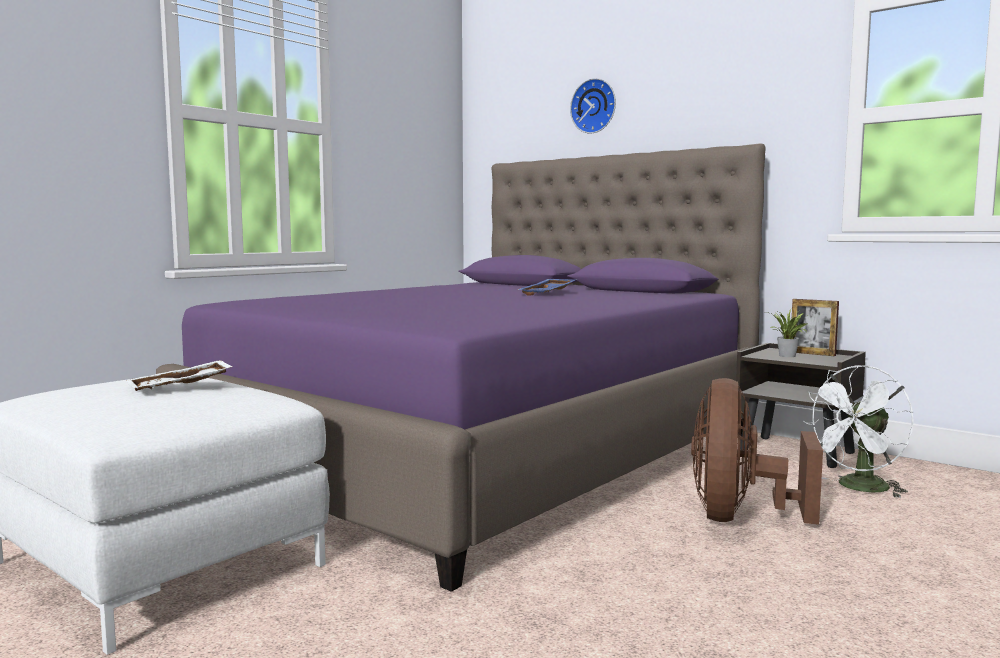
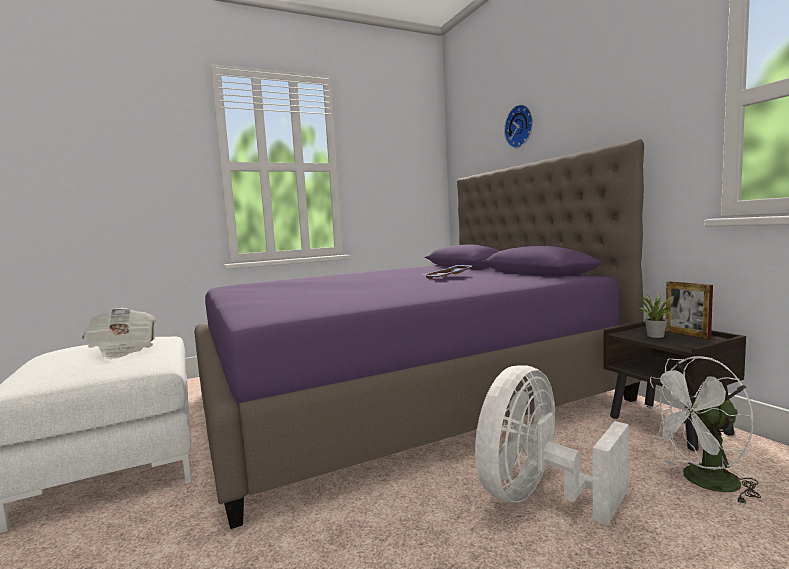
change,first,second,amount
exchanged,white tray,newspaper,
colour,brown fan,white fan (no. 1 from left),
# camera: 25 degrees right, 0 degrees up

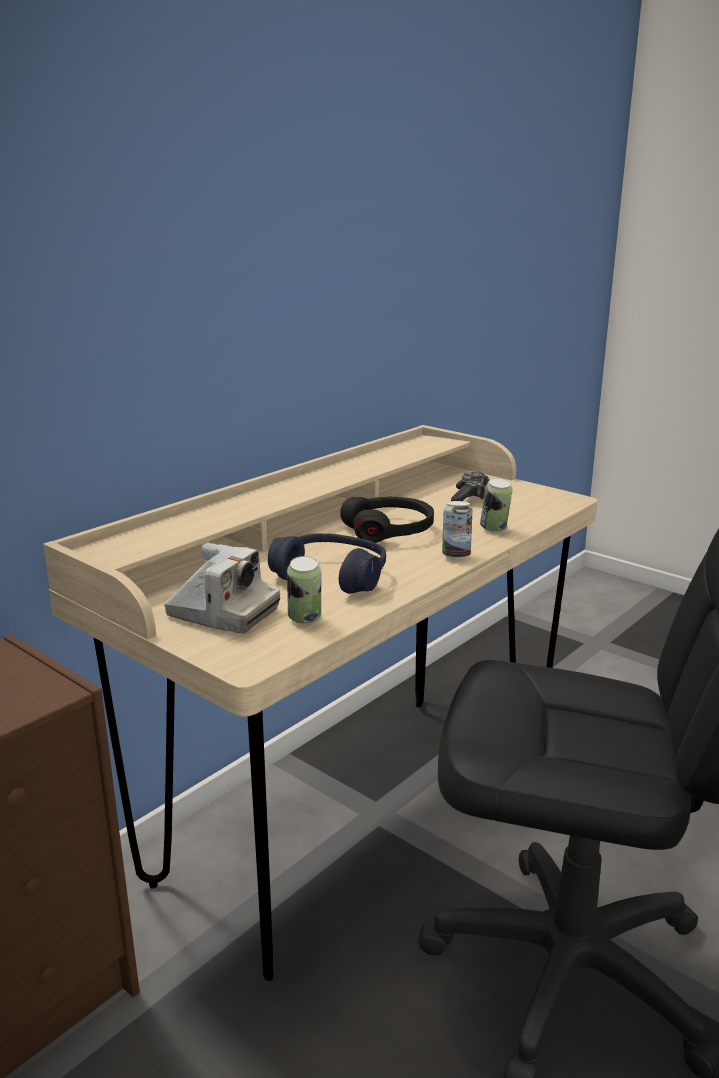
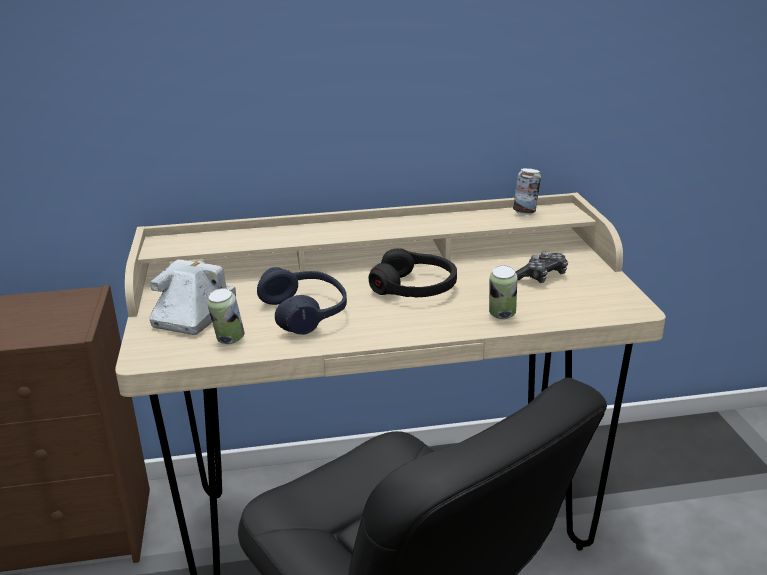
change,first,second,amount
spun,photo camera,,135 degrees counterclockwise
relocated,can (no. 2 from left in the first image),can (no. 3 from left),
# camera: 40 degrees right, 5 degrees up

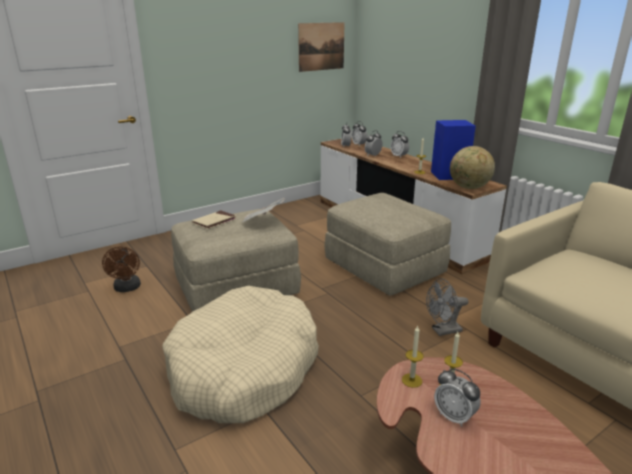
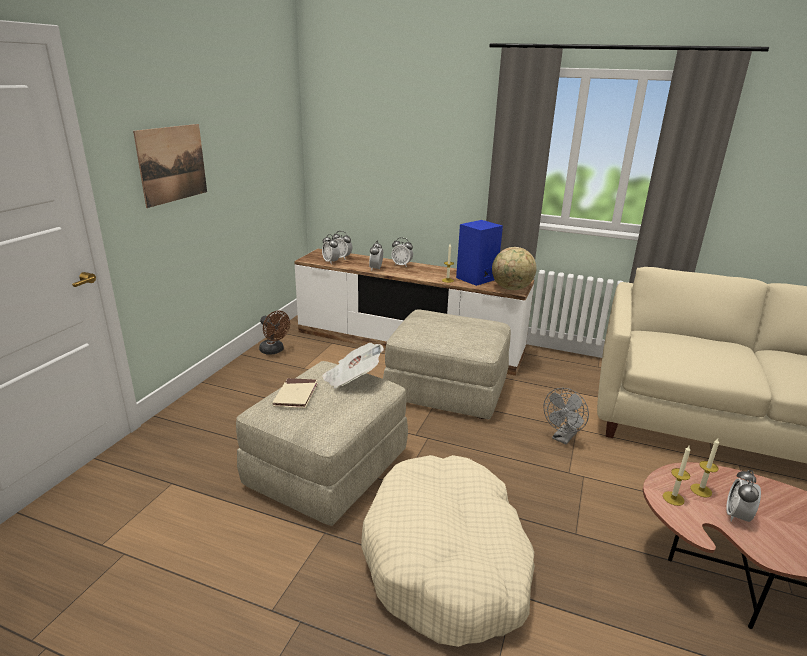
change,first,second,amount
relocated,brown fan,,
relocated,picture,,
spun,alarm clock (no. 5 from left),,105 degrees clockwise
# camera: 35 degrees left, 0 degrees up

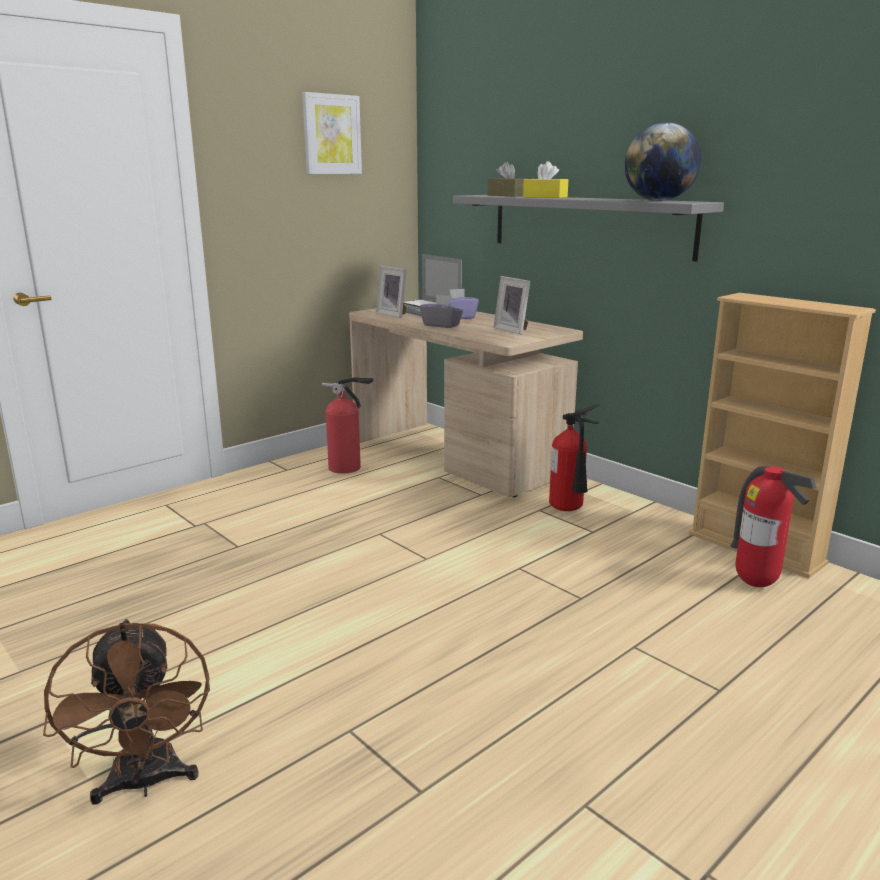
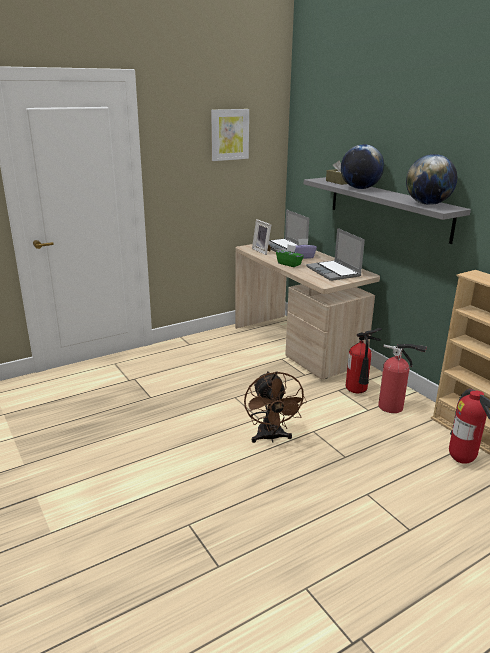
change,first,second,amount
relocated,brown fan,,
relocated,fire extinguisher (no. 1 from left in the first image),fire extinguisher (no. 2 from left),
colour,grey tissue box,green tissue box,
exchanged,picture frame (no. 2 from left),laptop (no. 2 from left),
exchanged,yellow tissue box,globe (no. 1 from left),
# camera: 10 degrees right, 5 degrees up

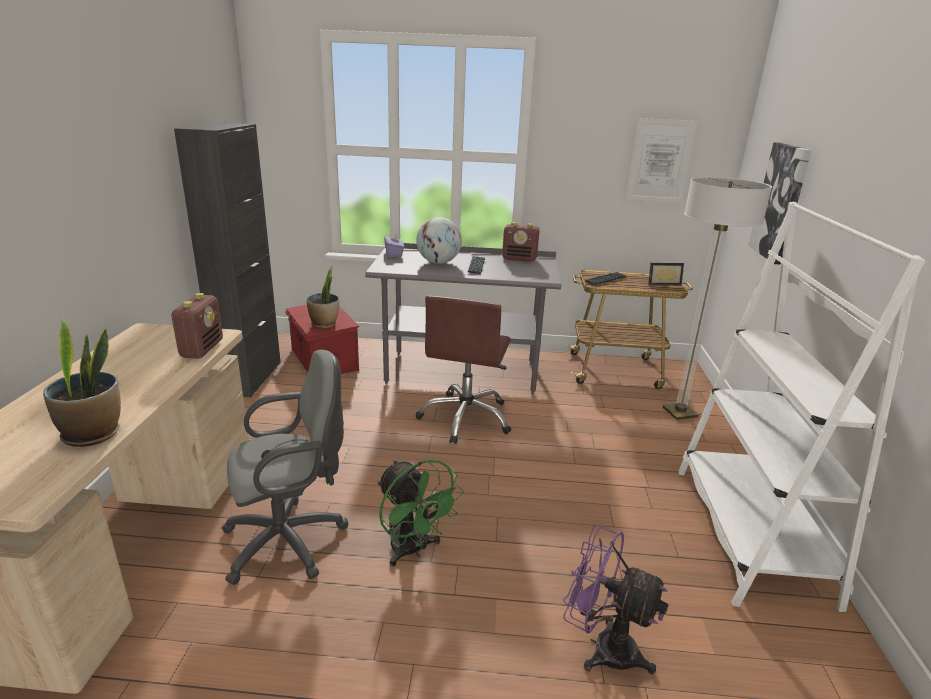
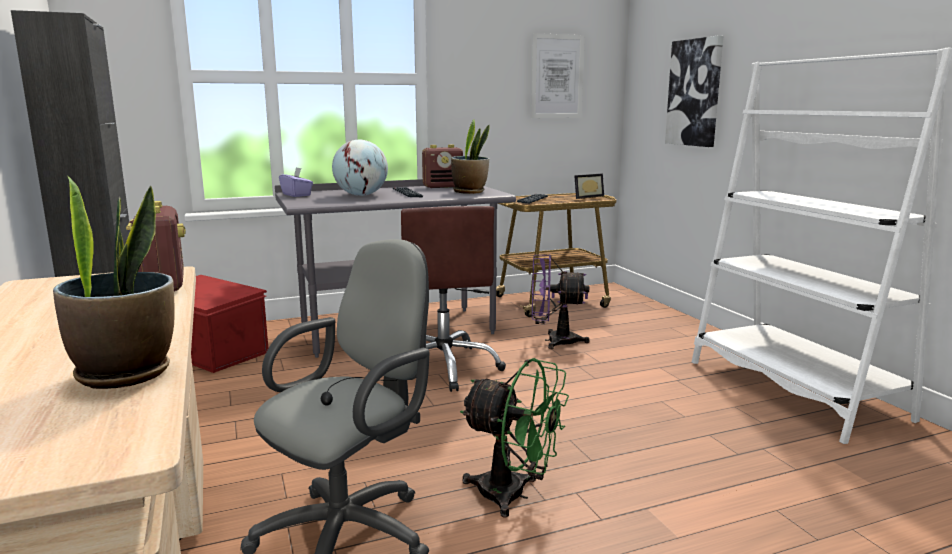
change,first,second,amount
relocated,potted plant (no. 2 from left),,
relocated,purple fan,,
missing,floor lamp,,
# camera: 25 degrees left, 10 degrees down

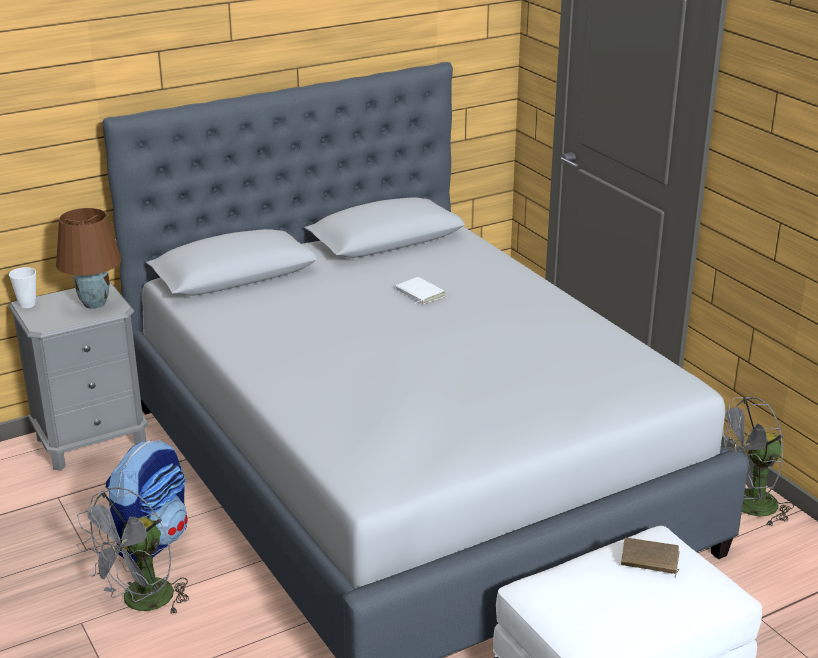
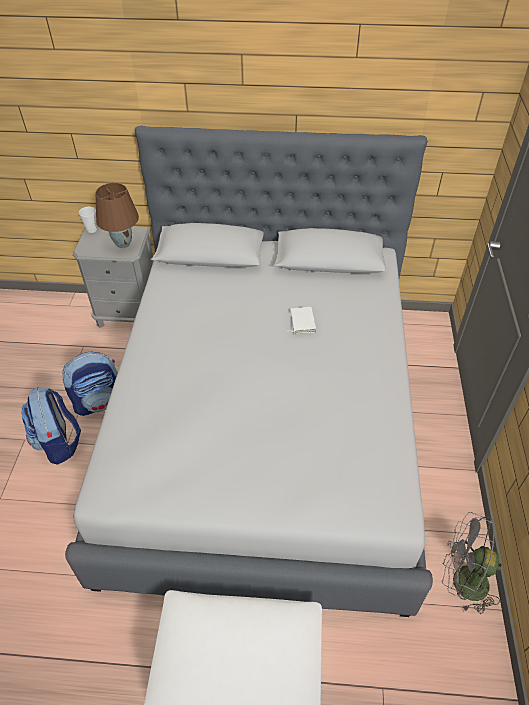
change,first,second,amount
exchanged,grey fan (no. 1 from left),backpack (no. 1 from left),
missing,brown book,,
# camera: 35 degrees right, 20 degrees up

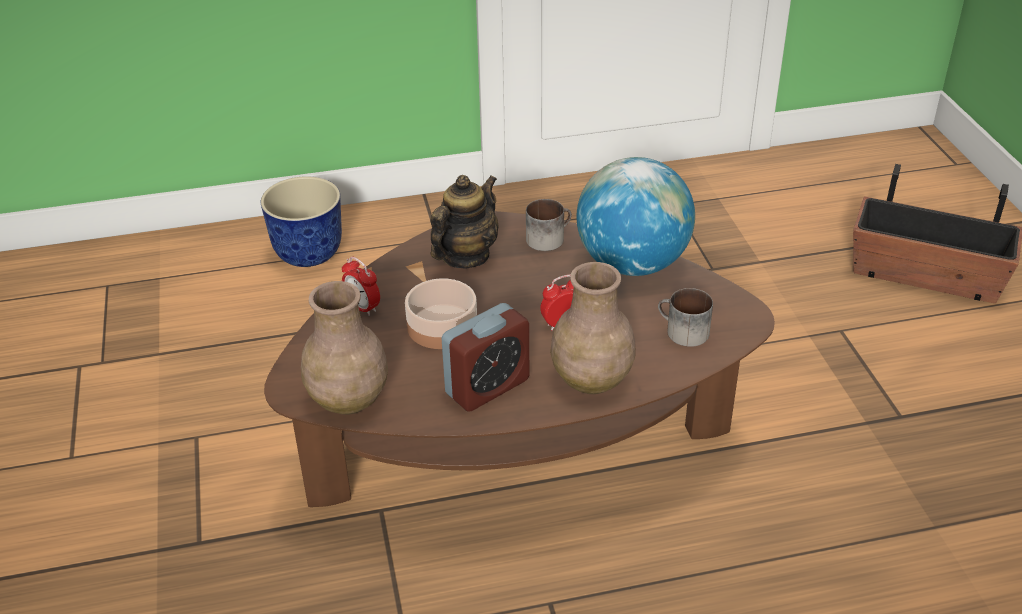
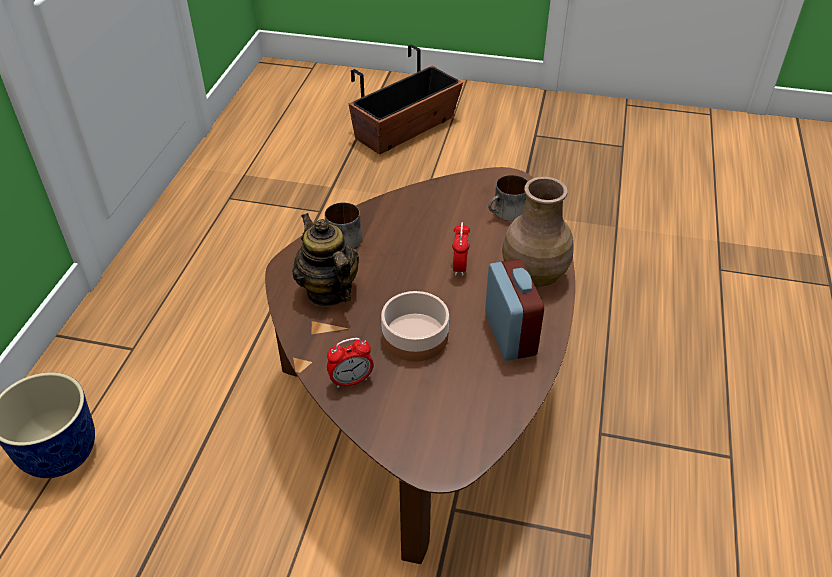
change,first,second,amount
missing,brown vase (no. 1 from left),,
missing,globe,,
# camera: 65 degrees left, 5 degrees up

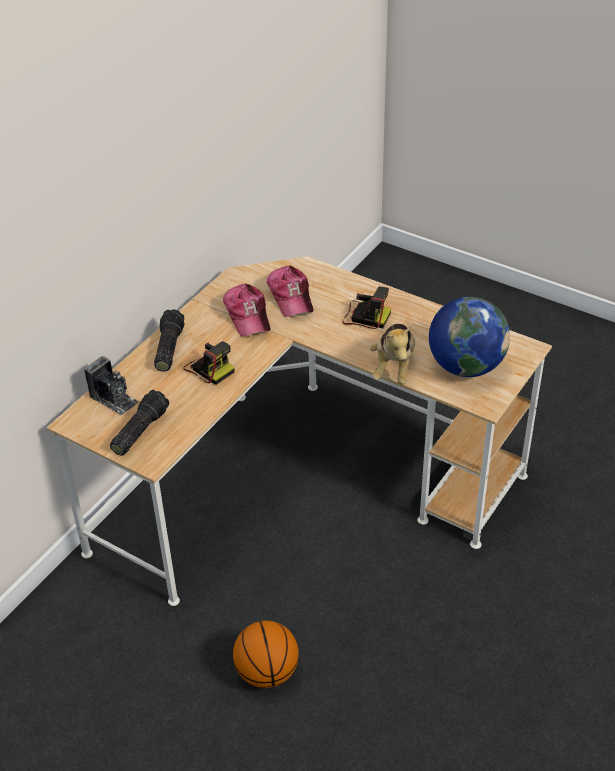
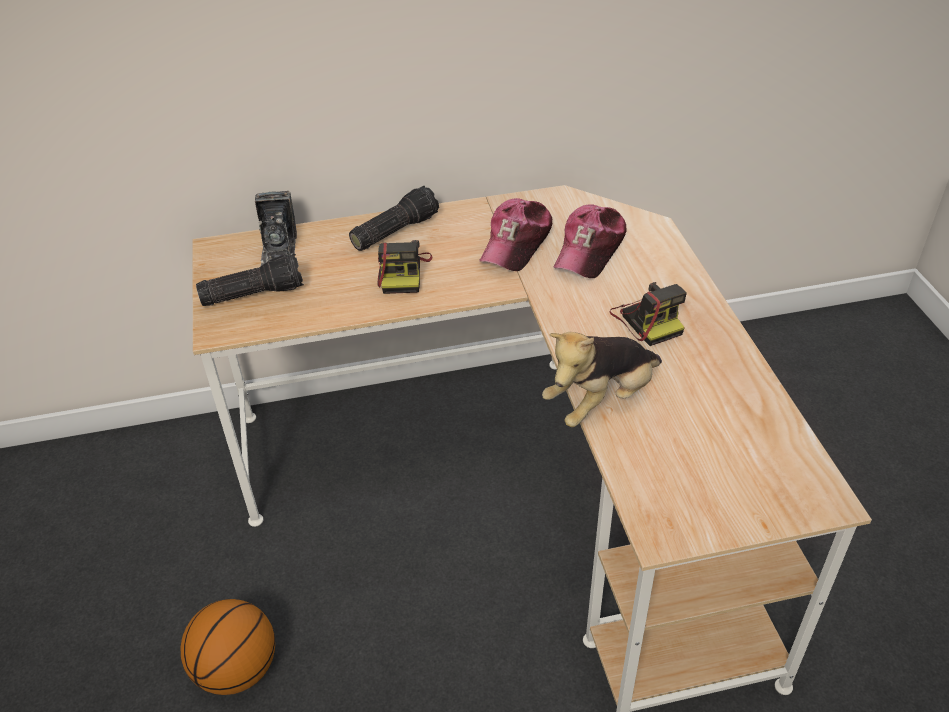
change,first,second,amount
missing,globe,,
# camera: 45 degrees right, 0 degrees up

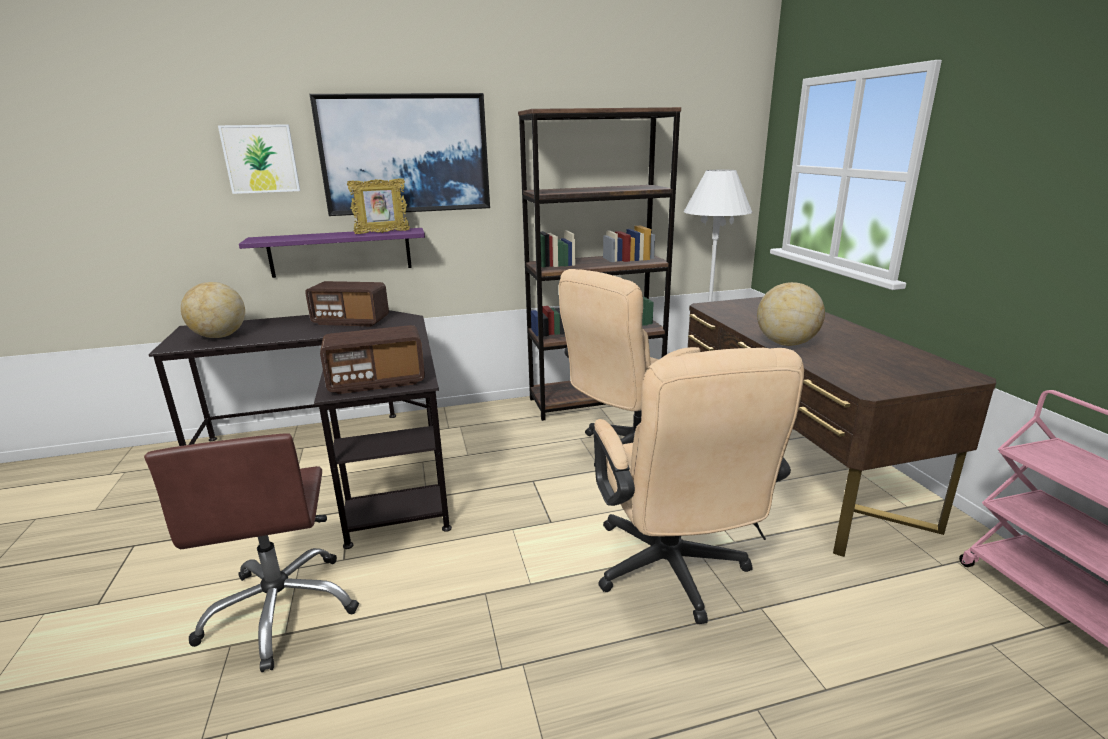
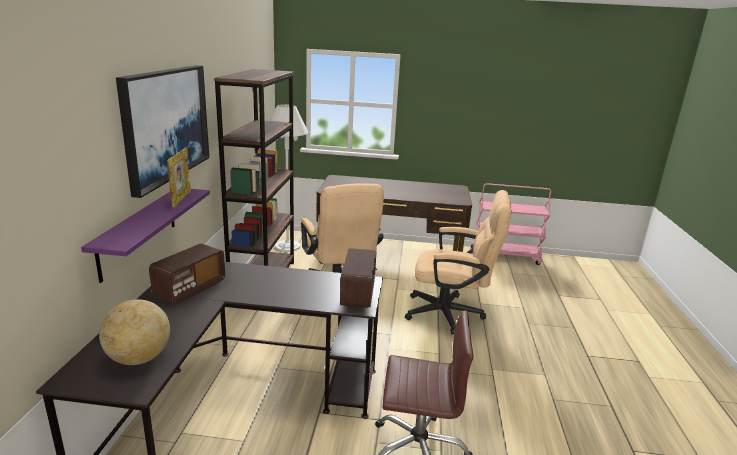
change,first,second,amount
missing,picture (no. 1 from left),,
missing,globe (no. 2 from left),,
# camera: 70 degrees left, 0 degrees up

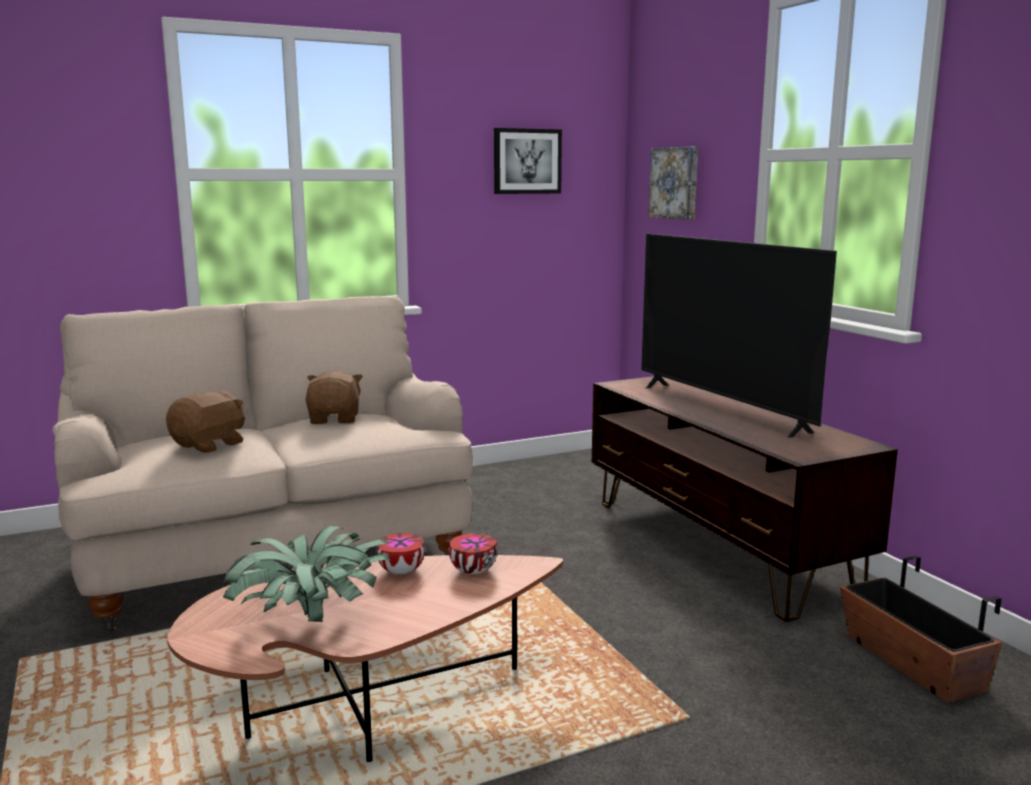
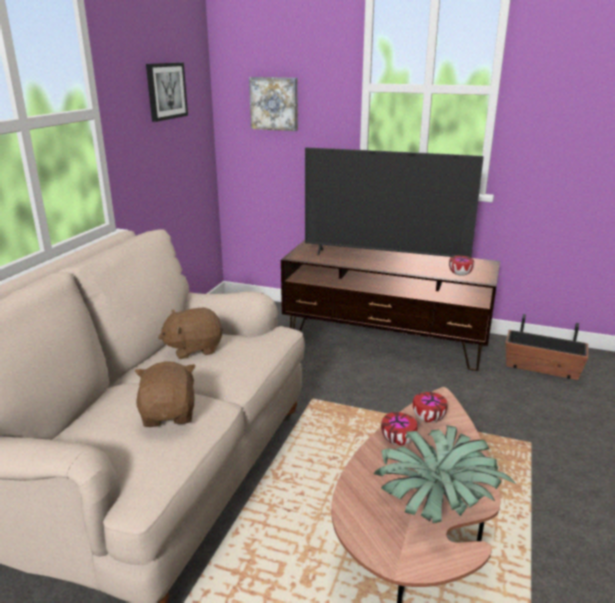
change,first,second,amount
spun,brown plush toy (no. 2 from left),,60 degrees counterclockwise
appeared,,bowl (no. 3 from left),
# camera: 45 degrees left, 10 degrees up

